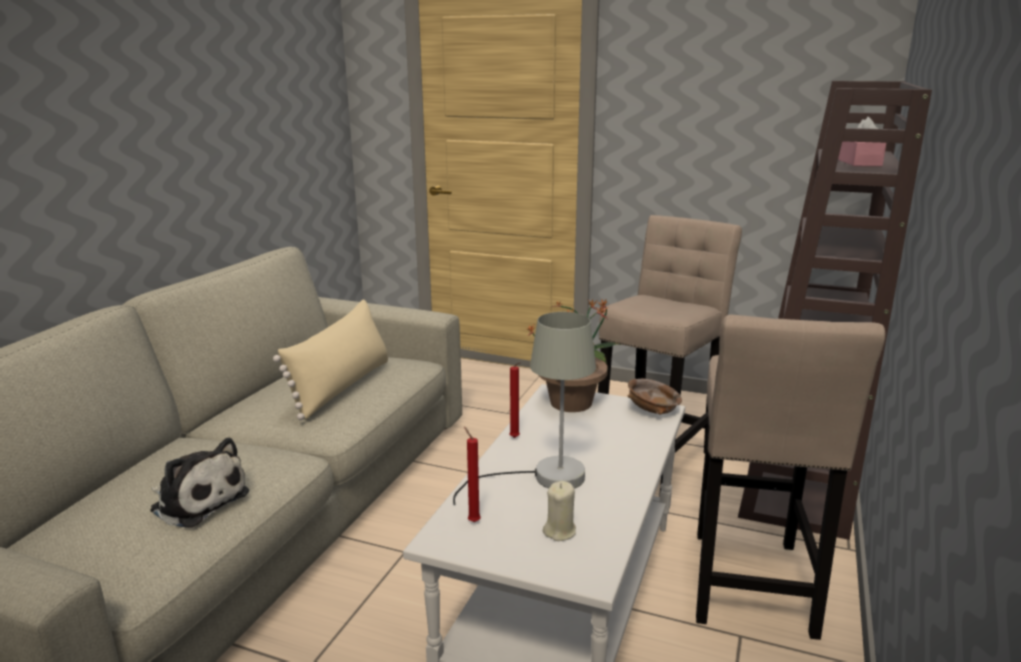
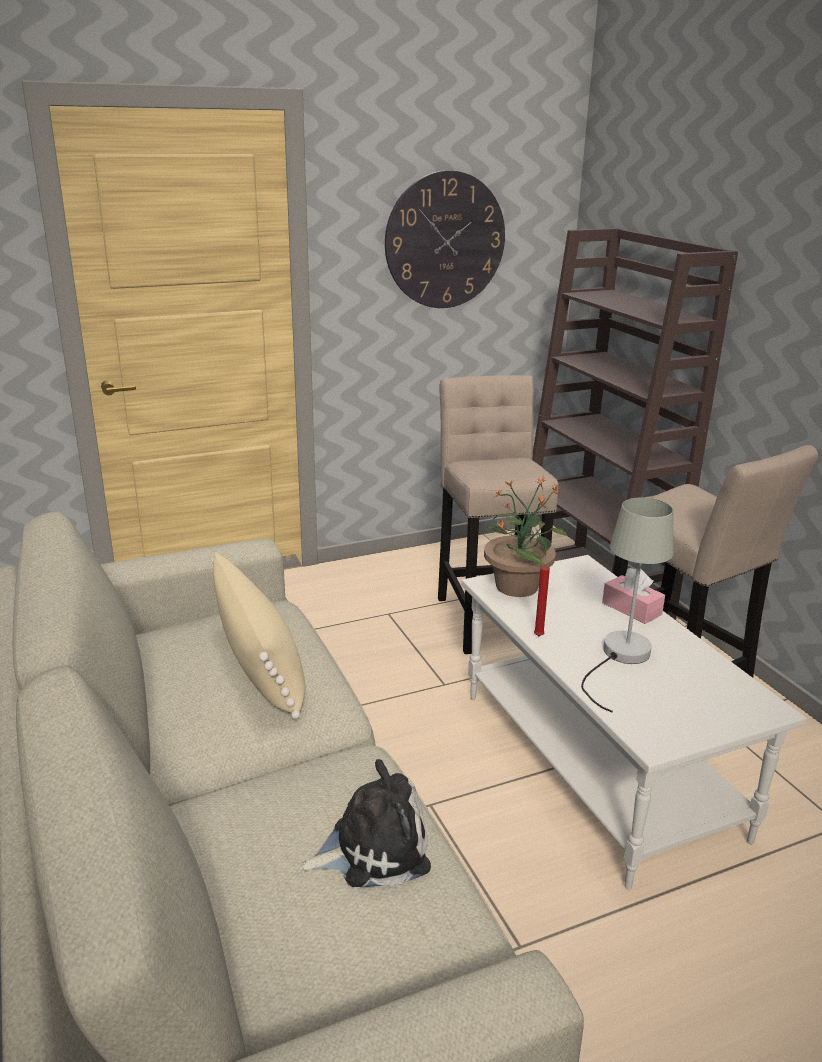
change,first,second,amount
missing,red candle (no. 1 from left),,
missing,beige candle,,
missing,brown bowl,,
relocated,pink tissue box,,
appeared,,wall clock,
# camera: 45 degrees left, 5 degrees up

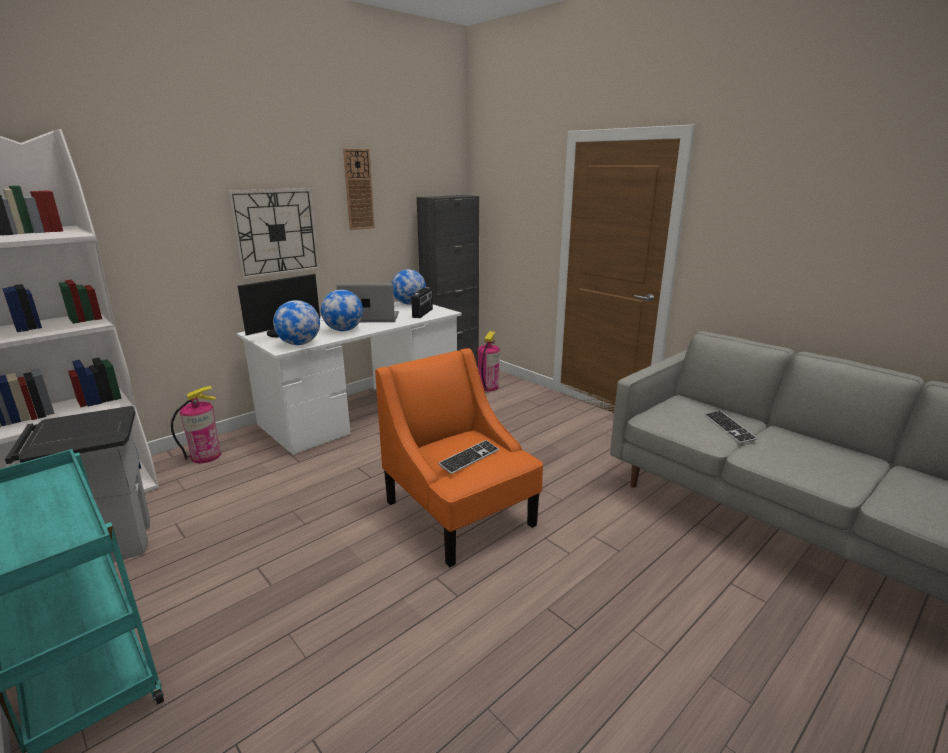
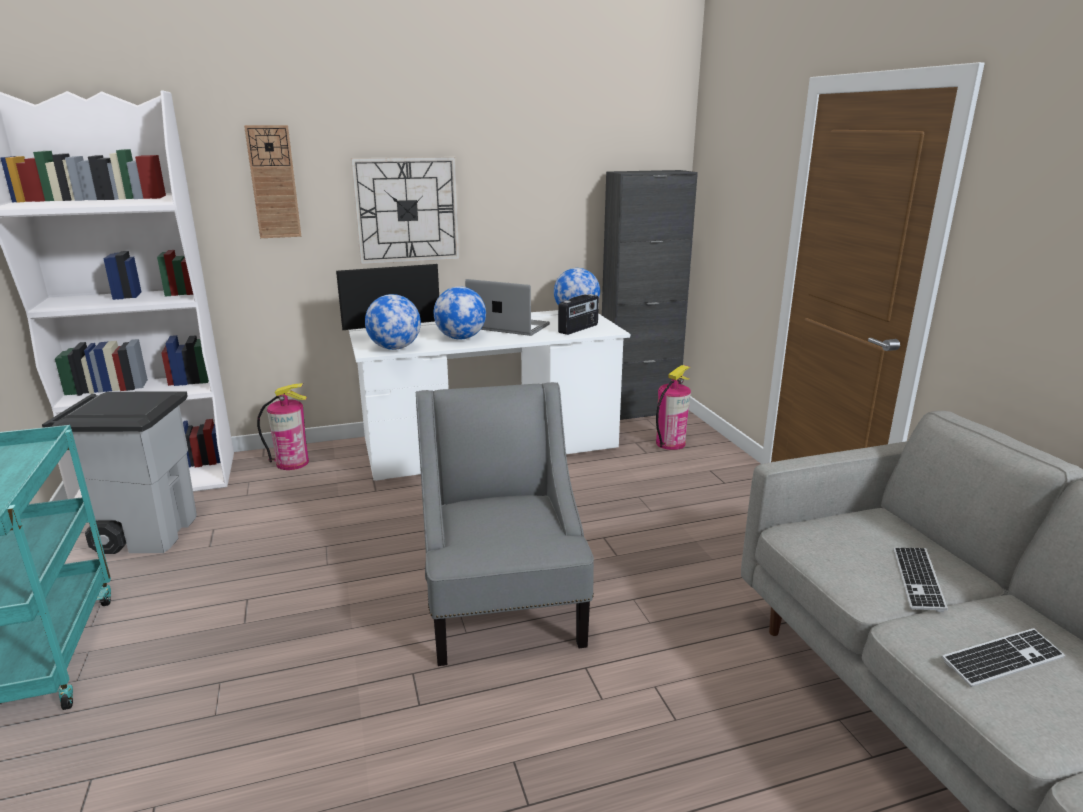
change,first,second,amount
relocated,wall clock (no. 2 from left in the first image),wall clock (no. 1 from left),
colour,orange armchair,grey armchair,
relocated,keyboard (no. 1 from left in the first image),keyboard (no. 2 from left),
# camera: 25 degrees right, 0 degrees up

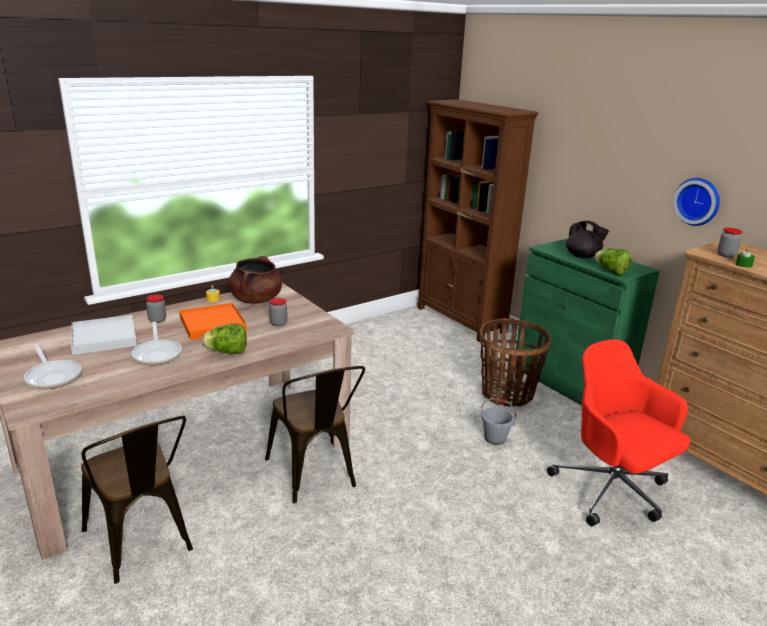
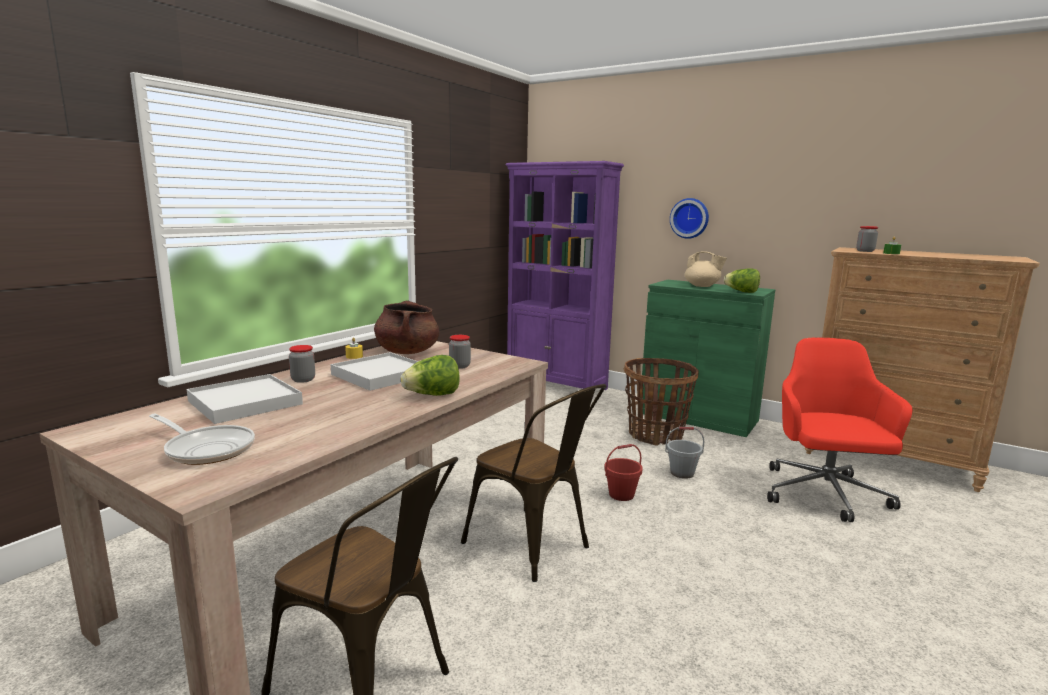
change,first,second,amount
missing,frying pan (no. 2 from left),,
colour,orange tray,white tray (no. 2 from left),
colour,brown bookcase,purple bookcase,
spun,red office chair,,60 degrees clockwise
colour,black teapot,beige teapot,
relocated,wall clock,,
appeared,,red bucket,
# camera: 20 degrees left, 10 degrees down

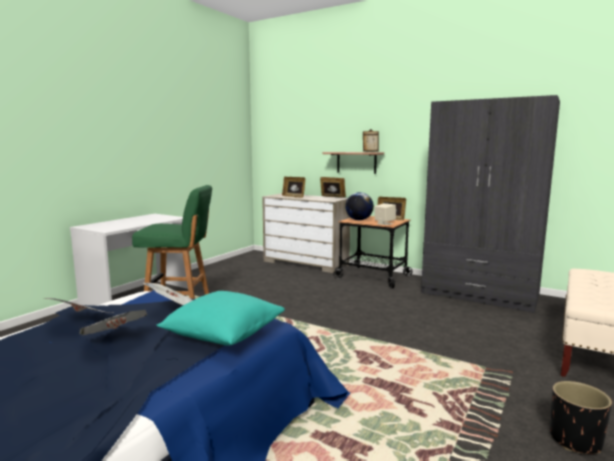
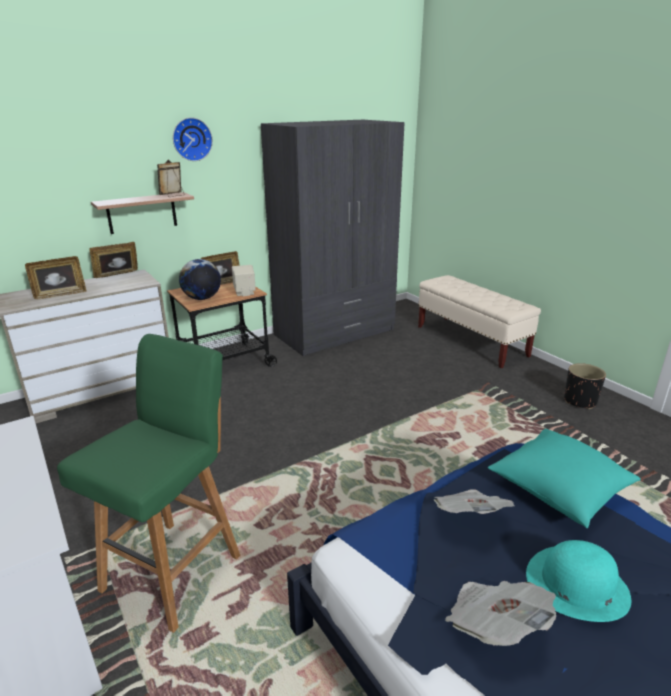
change,first,second,amount
exchanged,newspaper (no. 2 from left),turquoise hat,
appeared,,wall clock,
# camera: 65 degrees left, 15 degrees up

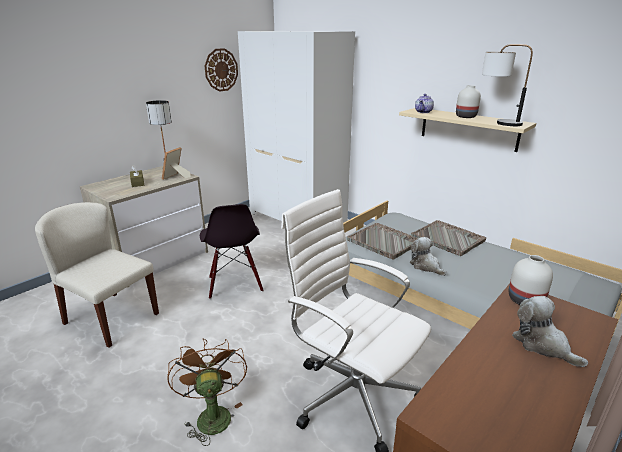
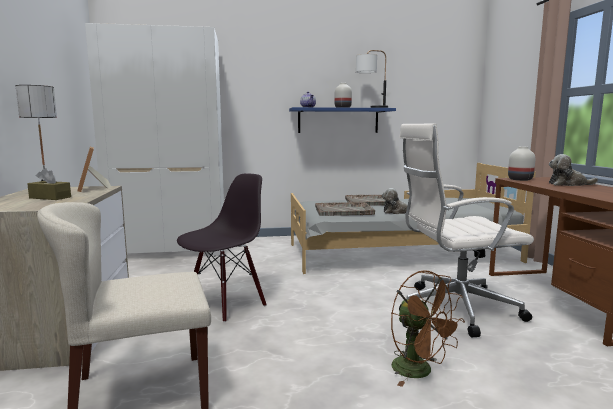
change,first,second,amount
spun,brown fan,,150 degrees counterclockwise
spun,black chair,,75 degrees counterclockwise
missing,wall clock,,
colour,beige shelf,blue shelf,
# camera: 50 degrees left, 15 degrees down

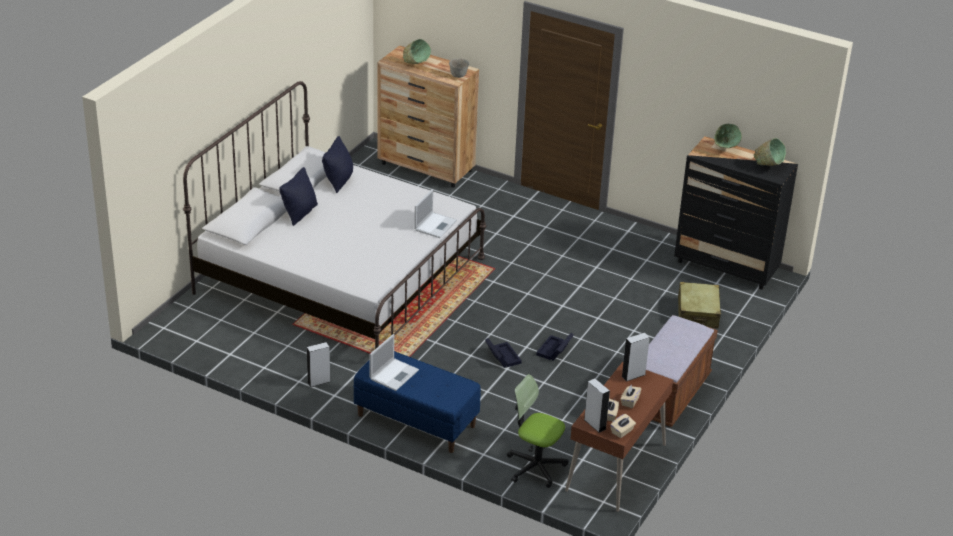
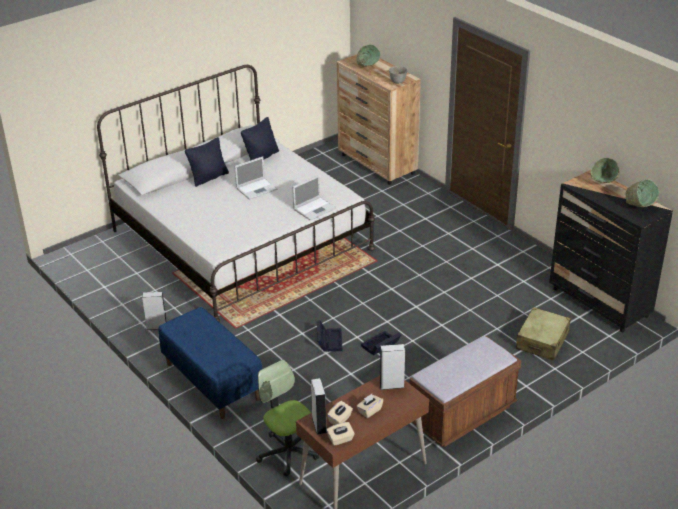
change,first,second,amount
relocated,laptop (no. 1 from left),,
# camera: 25 degrees right, 0 degrees up

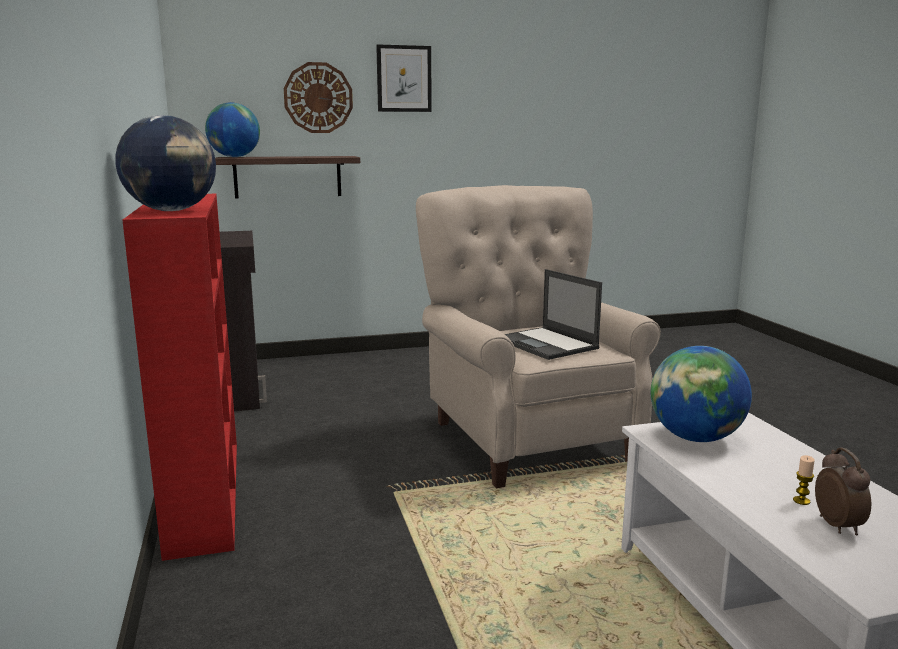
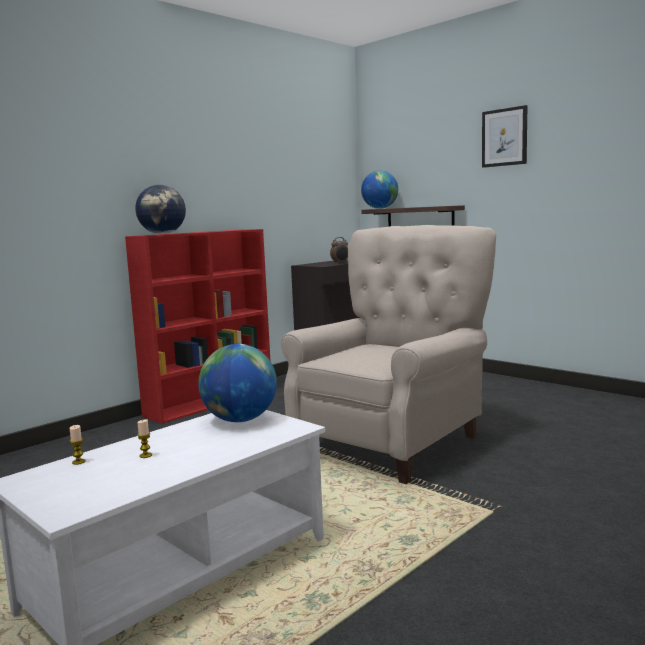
change,first,second,amount
missing,wall clock,,
missing,laptop,,
relocated,alarm clock,,
appeared,,candle (no. 1 from left),
# camera: 60 degrees right, 5 degrees down

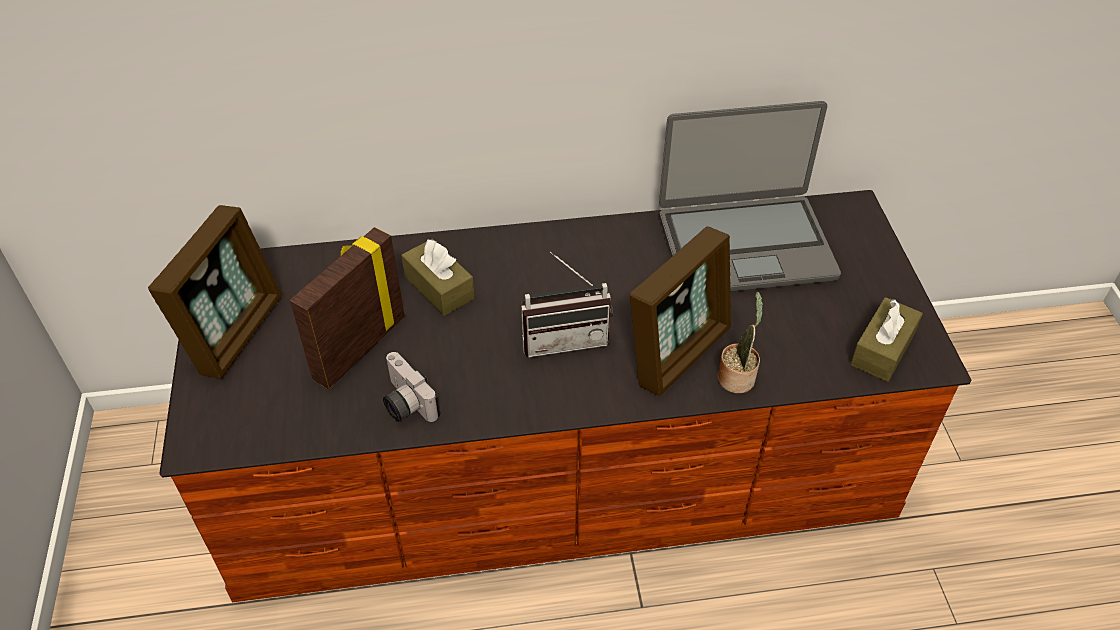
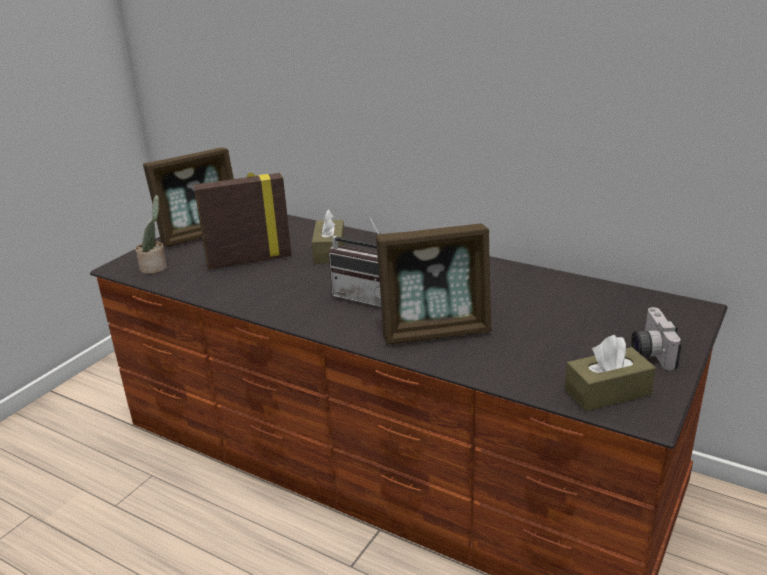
change,first,second,amount
relocated,photo camera,,
missing,laptop,,
relocated,potted plant,,
# camera: 40 degrees right, 20 degrees down

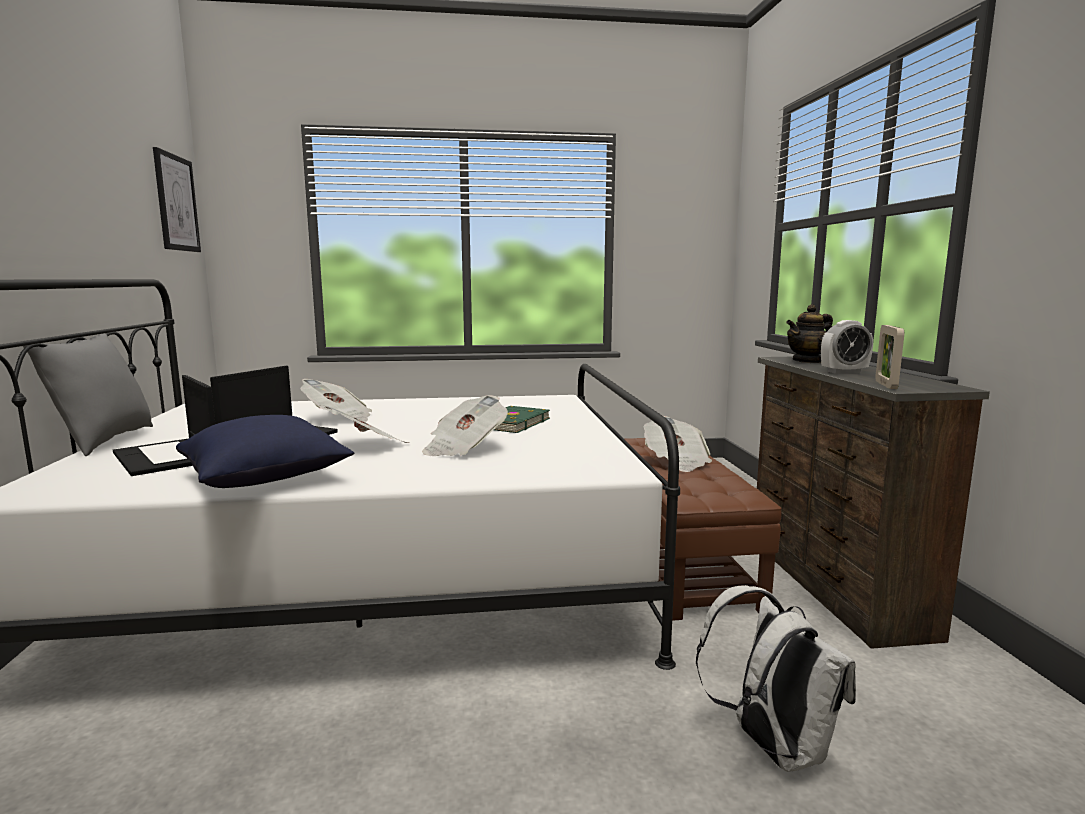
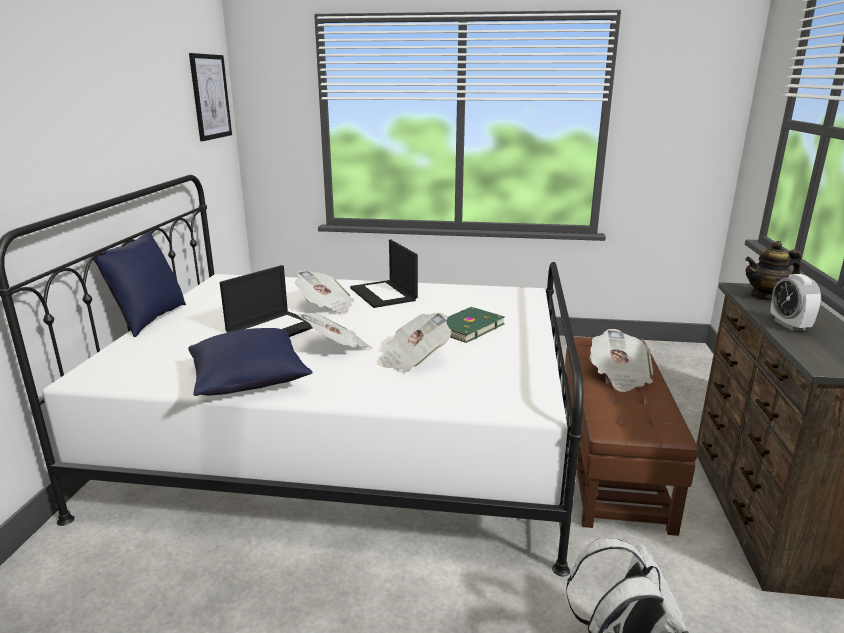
change,first,second,amount
colour,grey pillow,blue pillow (no. 1 from left),
relocated,laptop (no. 1 from left in the first image),laptop (no. 2 from left),
spun,alarm clock,,75 degrees clockwise
missing,picture frame,,
# camera: 15 degrees right, 10 degrees up

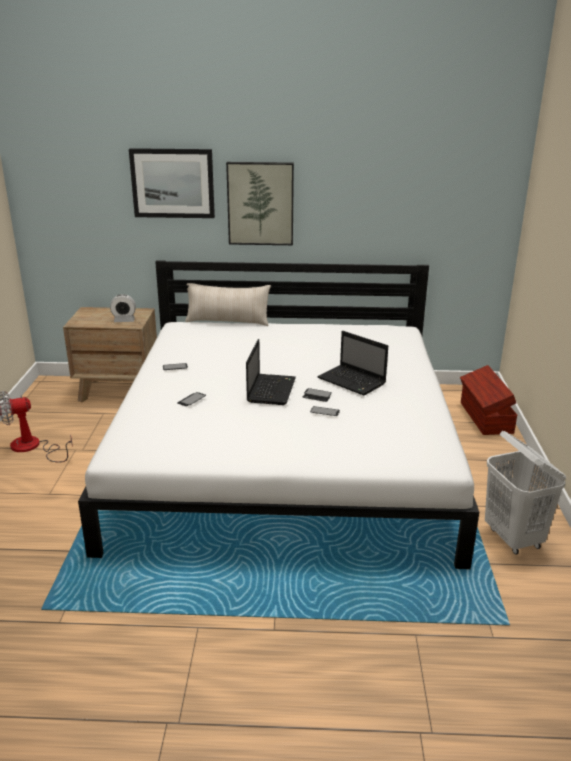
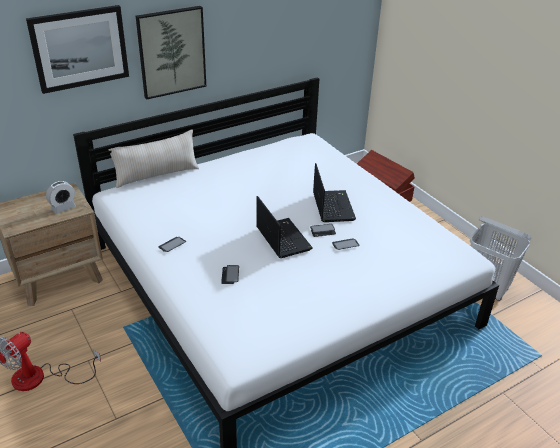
change,first,second,amount
spun,laptop (no. 2 from left),,105 degrees counterclockwise
# camera: 35 degrees left, 10 degrees up

